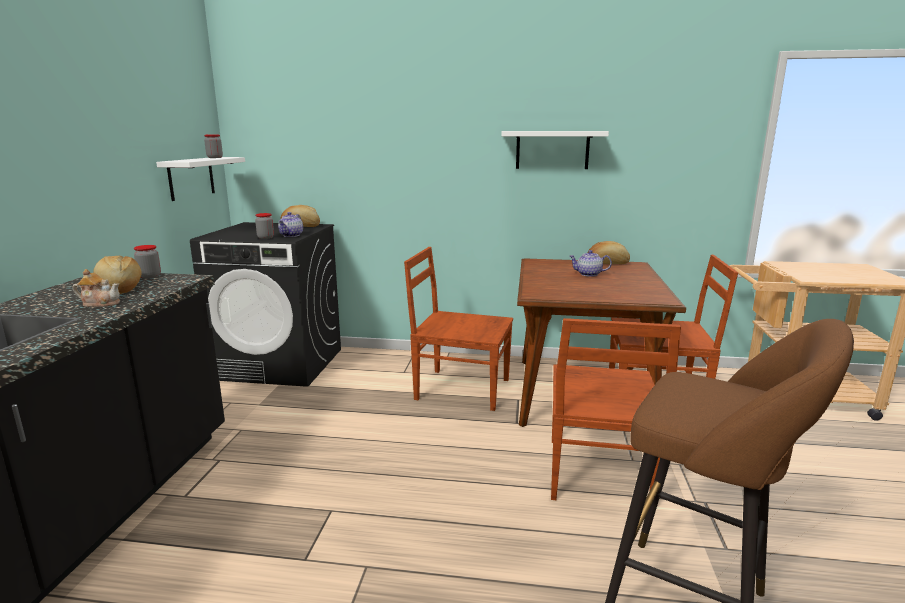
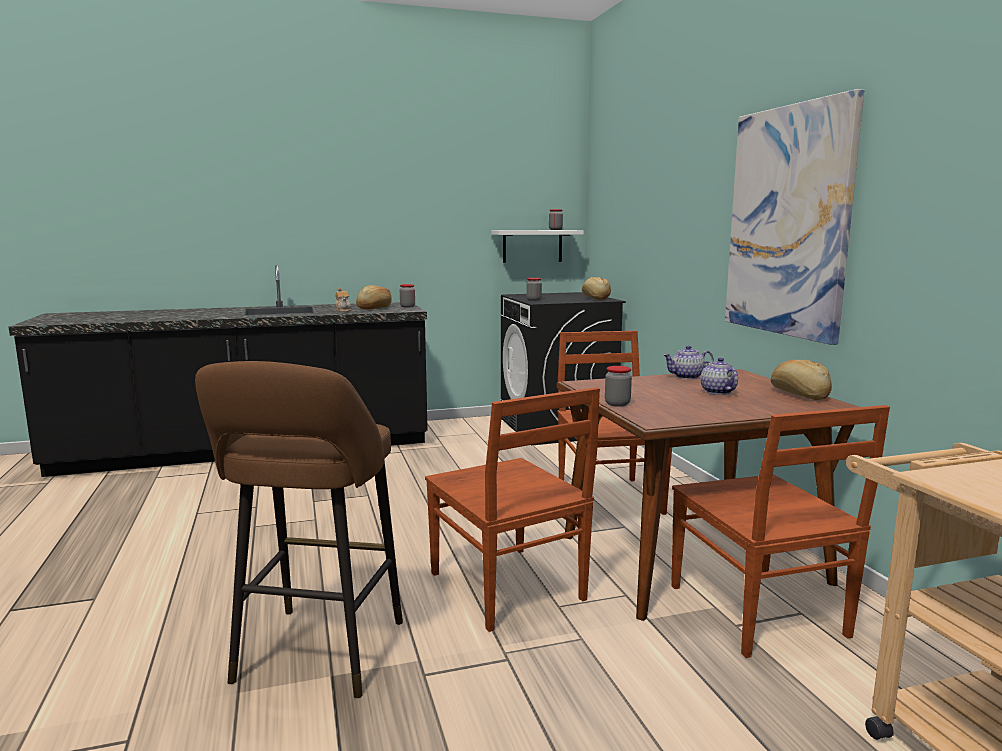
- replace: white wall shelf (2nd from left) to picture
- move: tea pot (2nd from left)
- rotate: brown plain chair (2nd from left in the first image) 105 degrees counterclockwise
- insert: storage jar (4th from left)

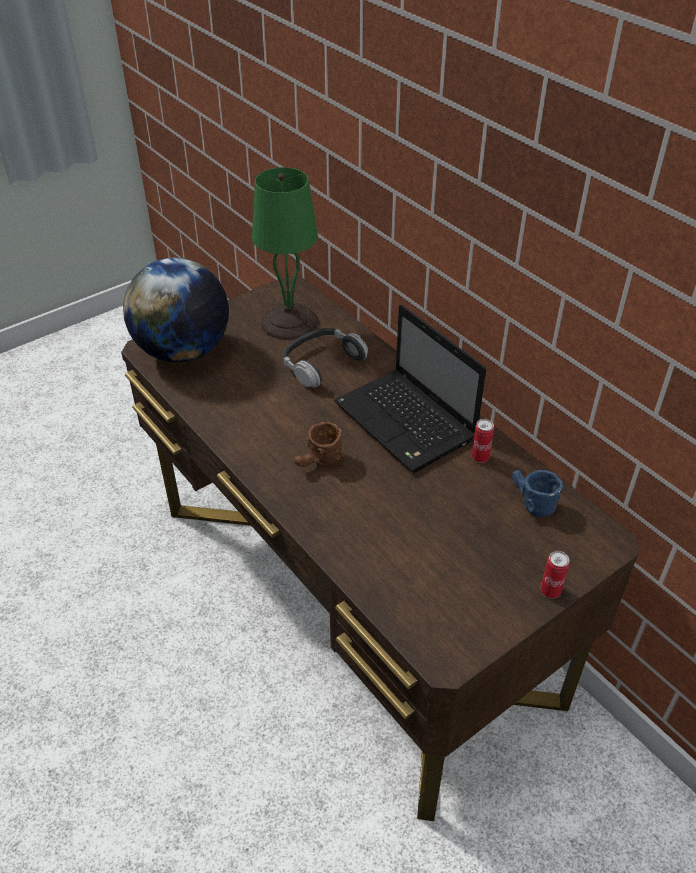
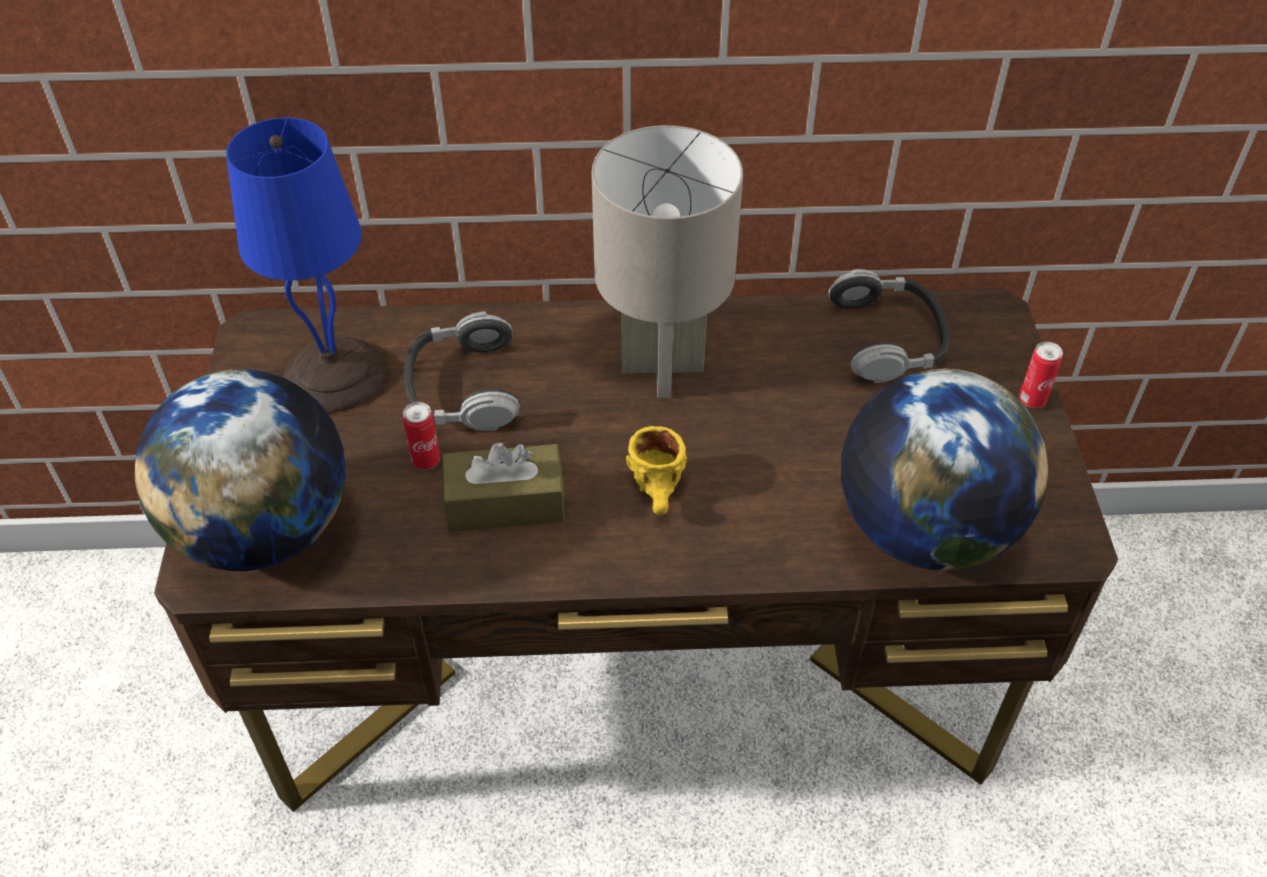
- recolor: greenish tabletop lamp to blue-coloured tabletop lamp
- replace: notebook computer to gray tabletop lamp
- move: can (1st from left)
- recolor: brown coffee mug to yellow-coloured coffee mug
- replace: blue-coloured coffee mug to headphones (2nd from left)
- insert: desk globe (2nd from left)
- insert: brown box of tissues

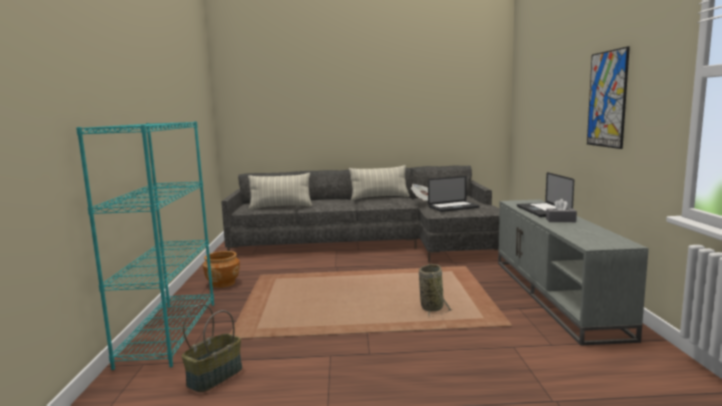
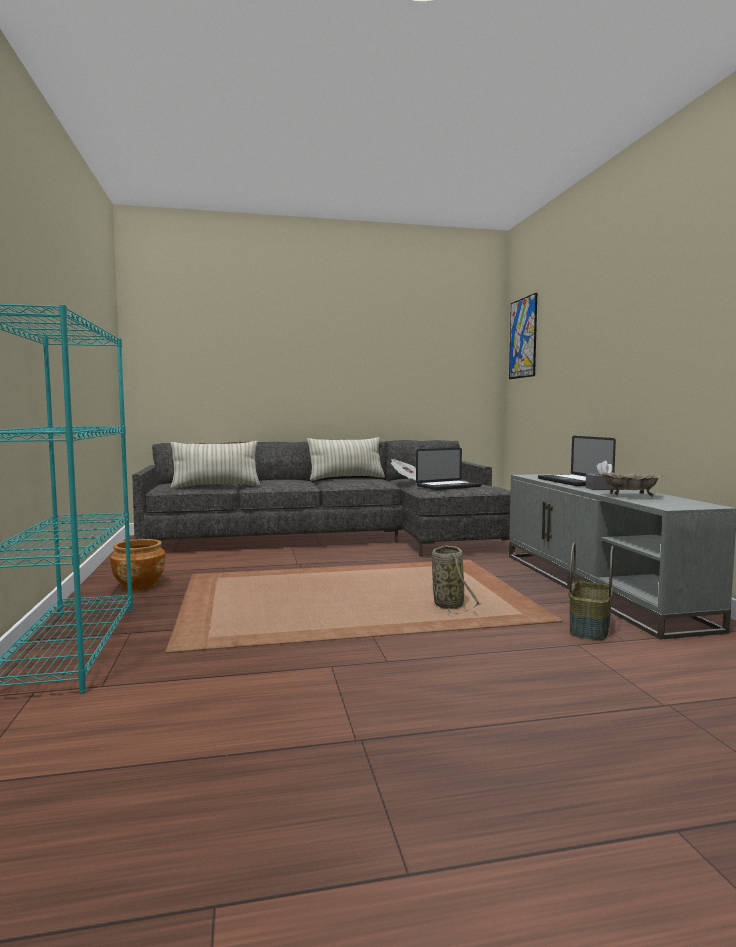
- move: picture
- move: household basket (1st from left in the first image) to household basket (2nd from left)
- insert: beige-coloured bowl

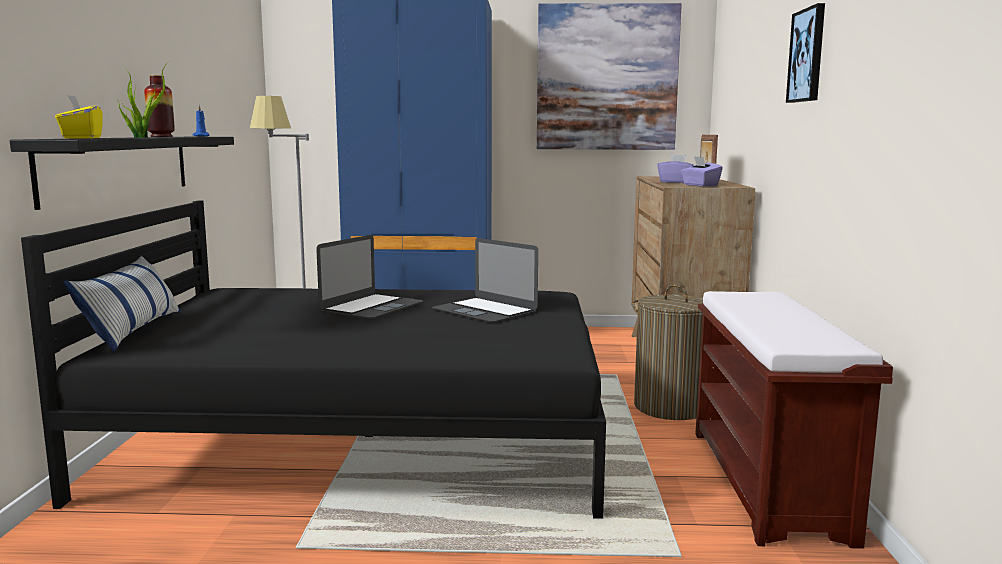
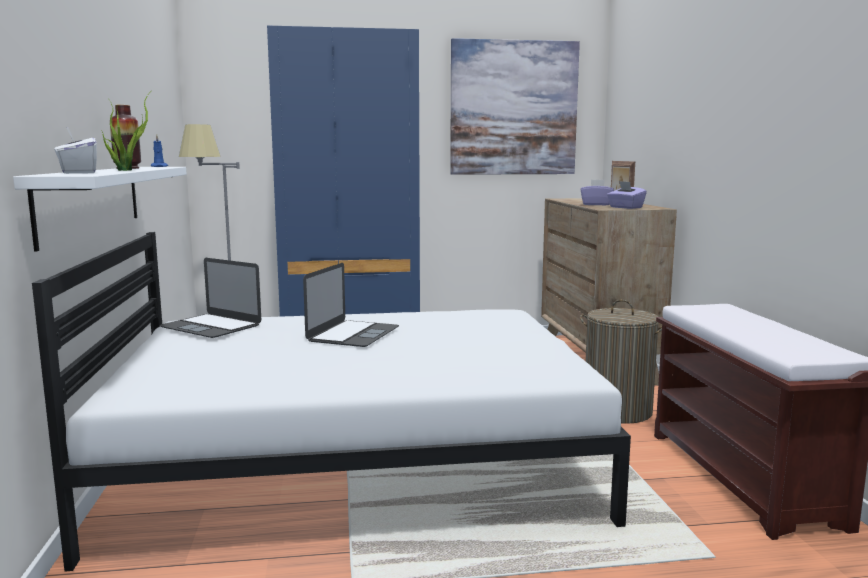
- delete: picture (2nd from left)
- recolor: yellow-coloured box of tissues to white box of tissues
- recolor: black wall shelf to white wall shelf
- recolor: black bedroom bed to white bedroom bed
- move: notebook computer (2nd from left in the first image) to notebook computer (1st from left)
- delete: cushion

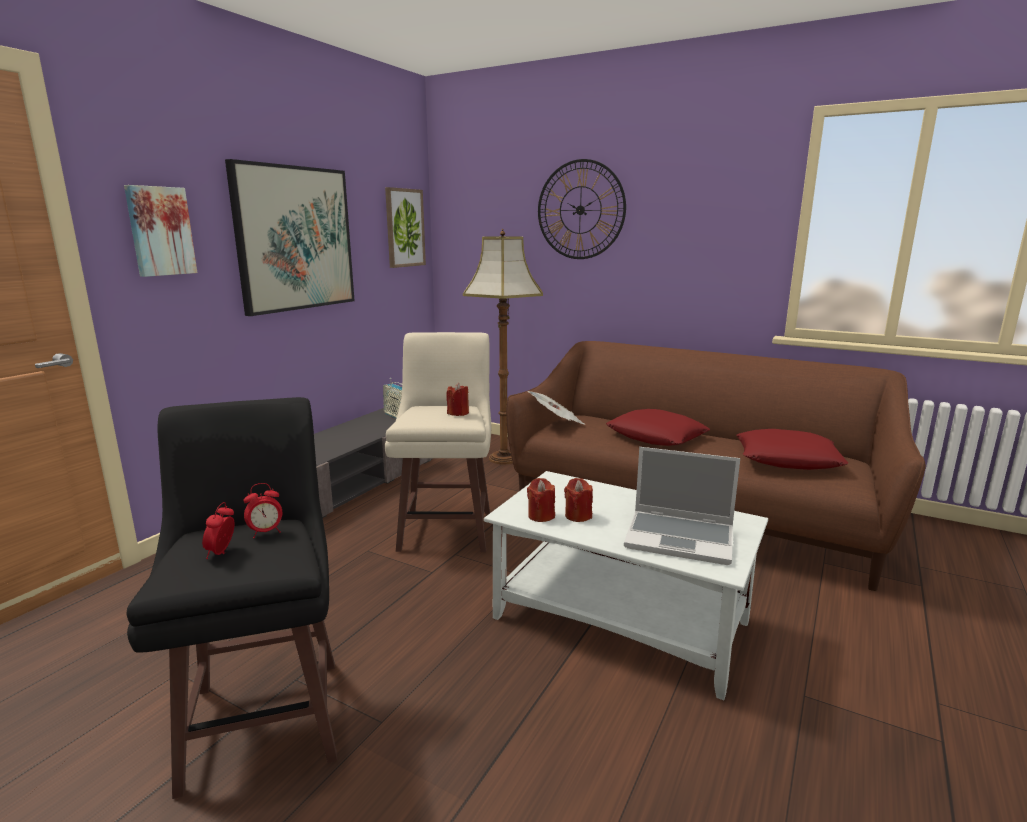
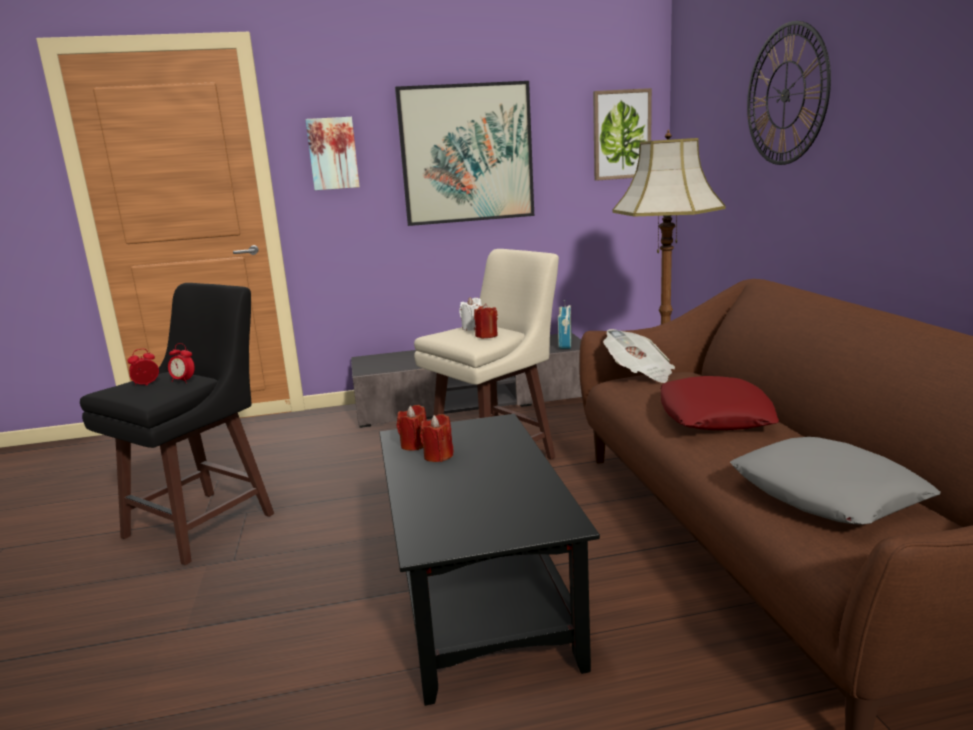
- recolor: red cushion (2nd from left) to gray cushion
- delete: notebook computer
- recolor: white low table to black low table
- insert: white candle

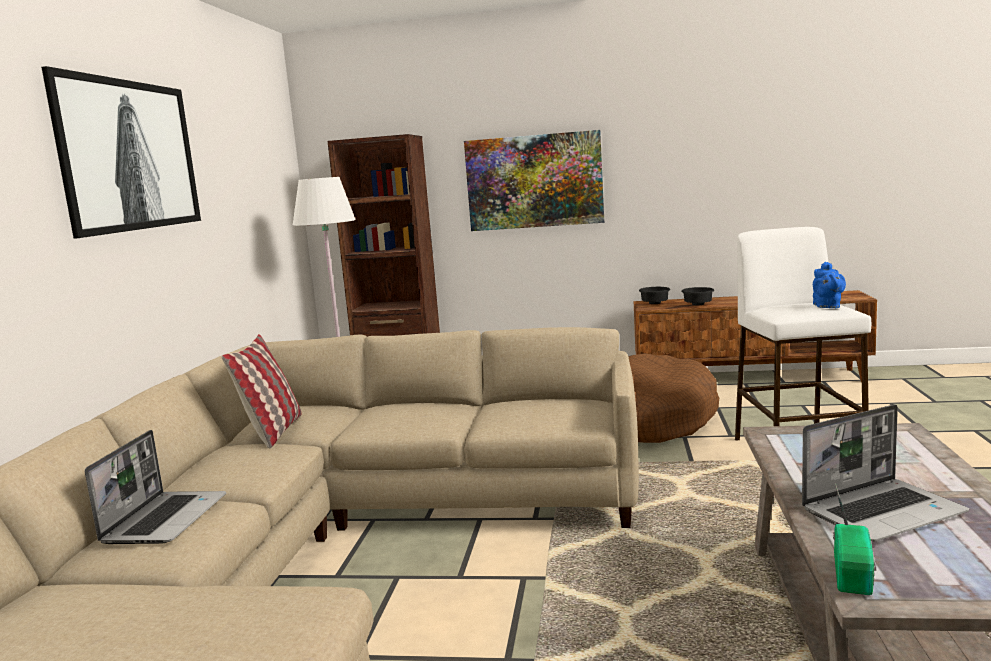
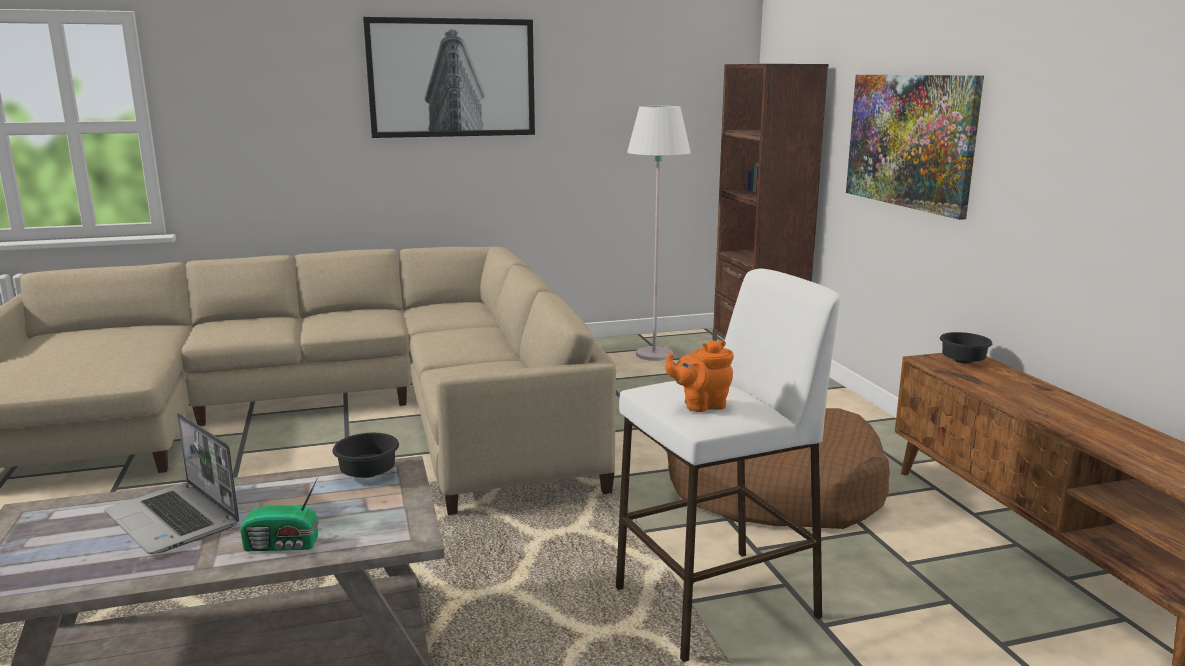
- recolor: blue-coloured tea pot to orangey tea pot
- move: black bowl (2nd from left in the first image) to black bowl (1st from left)
- delete: cushion
- delete: notebook computer (1st from left)
- move: radio receiver

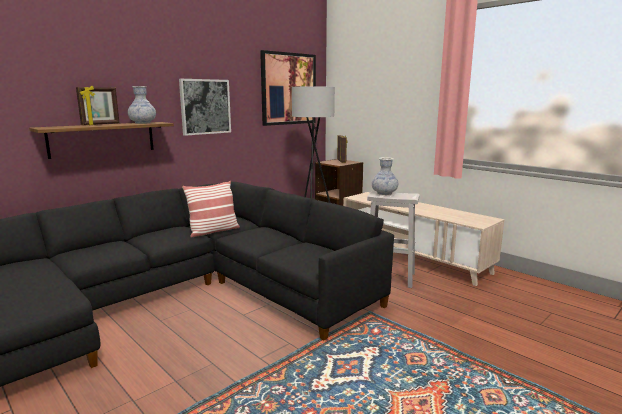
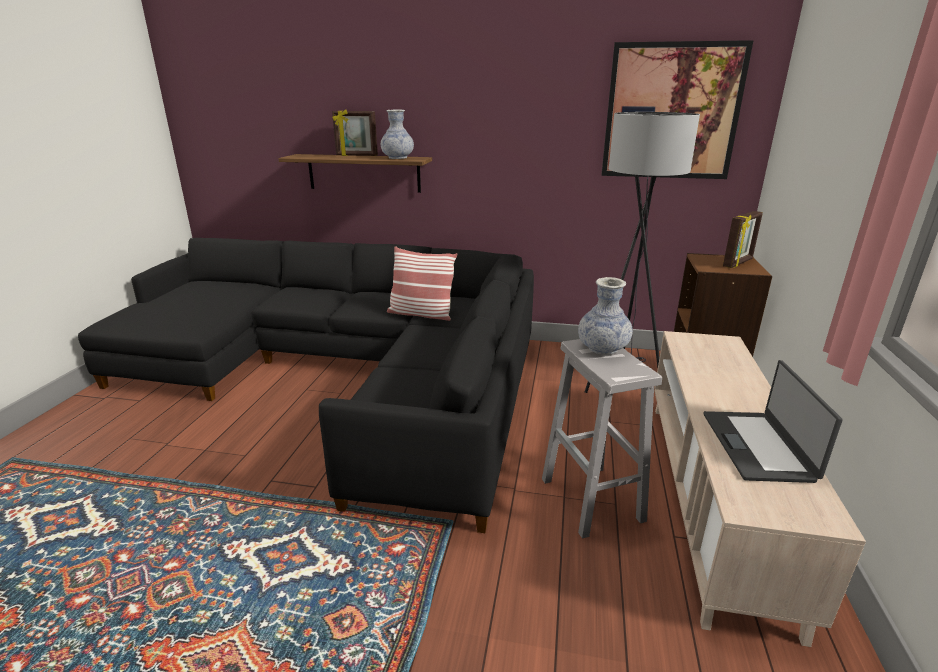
- delete: picture (1st from left)
- insert: notebook computer

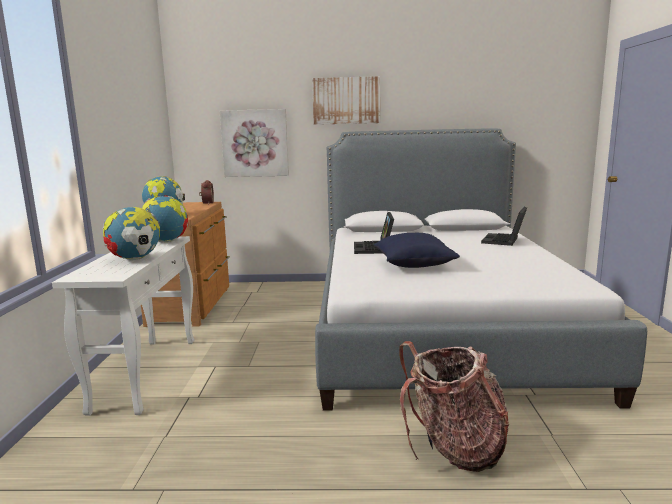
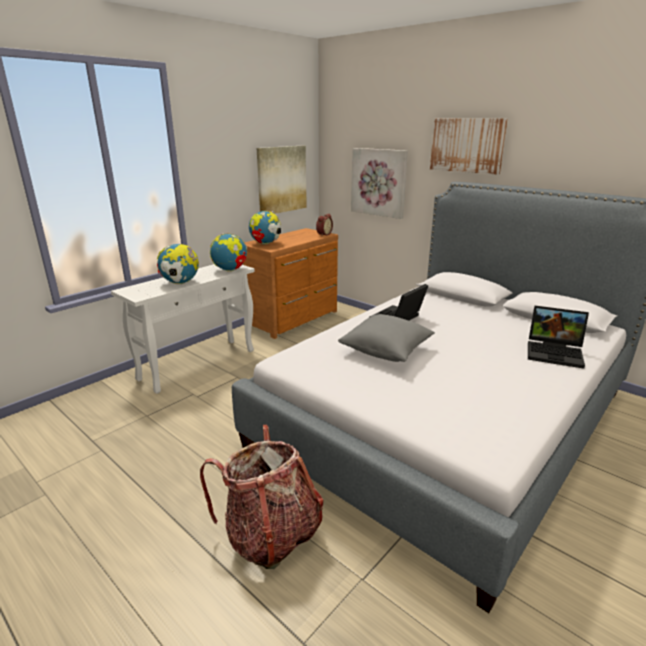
- rotate: notebook computer (2nd from left) 135 degrees counterclockwise
- recolor: blue-coloured cushion to gray cushion
- insert: picture (1st from left)

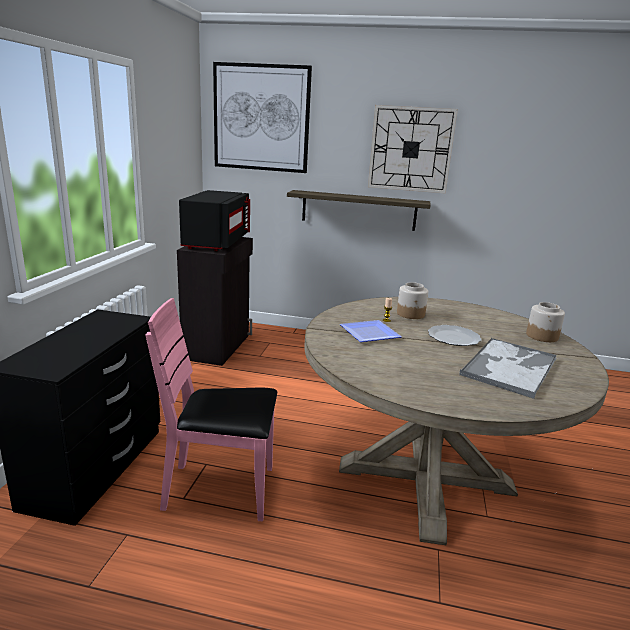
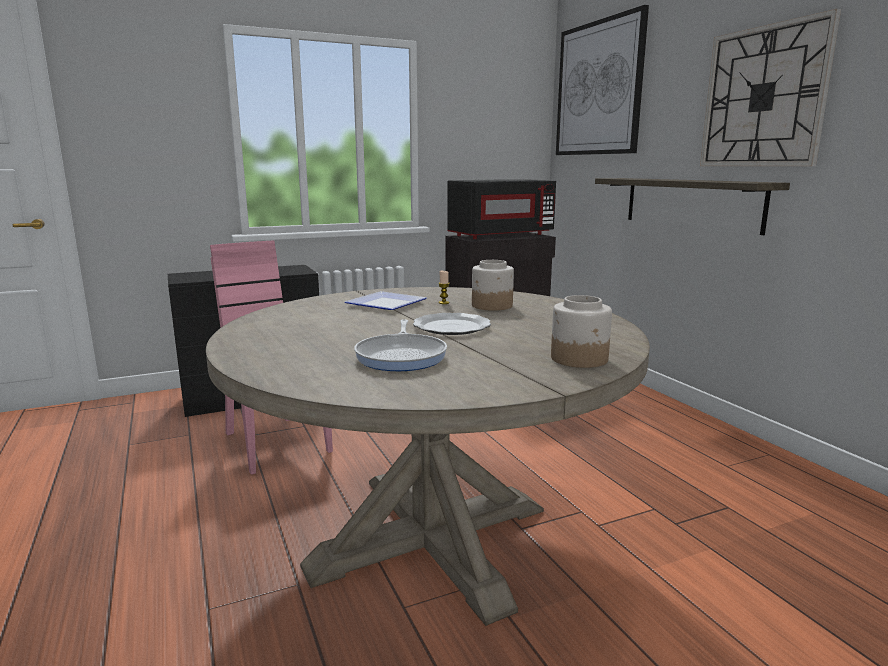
- replace: tray to frying pan

